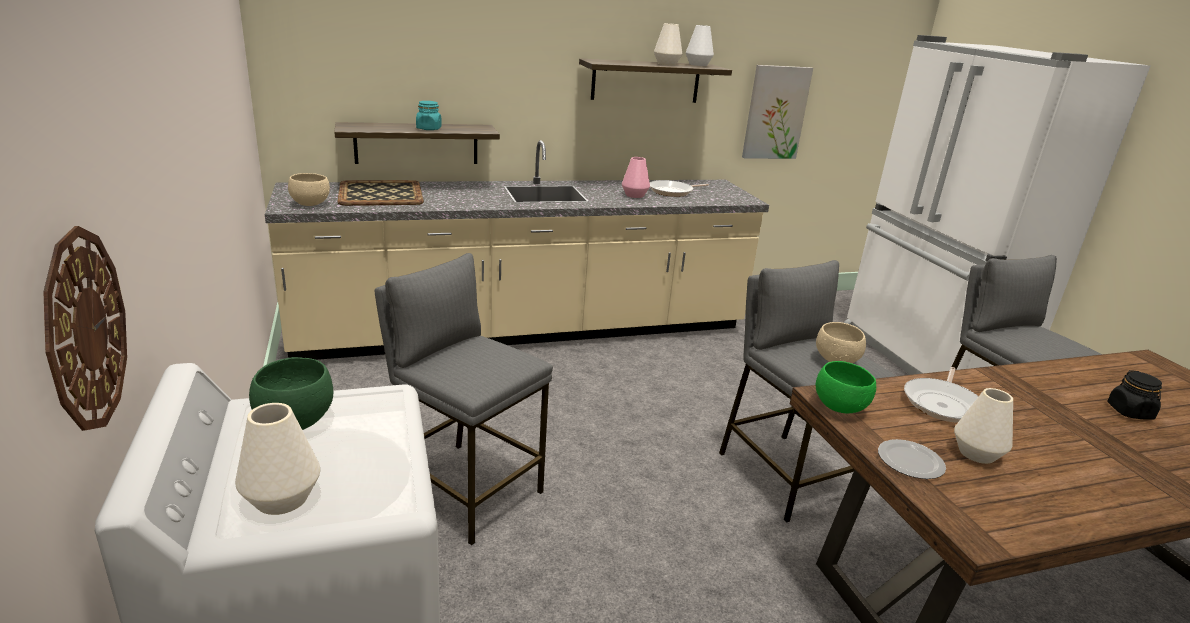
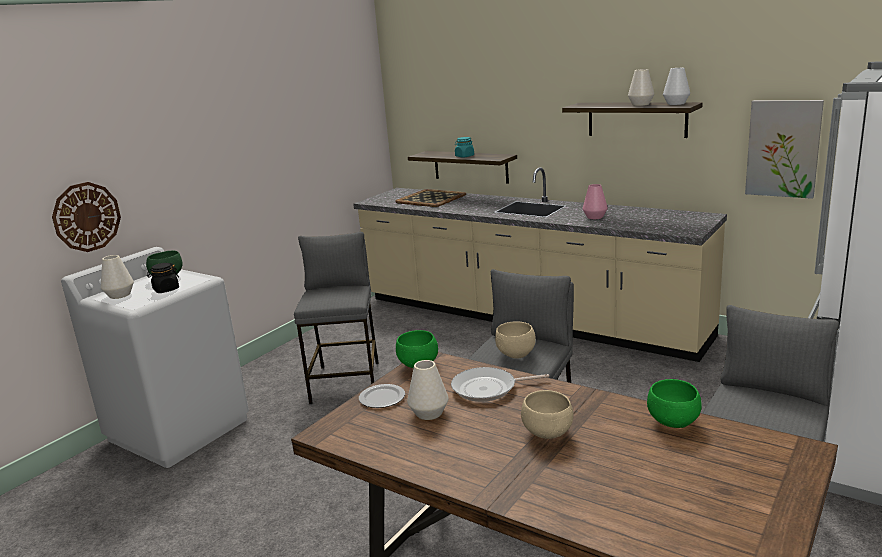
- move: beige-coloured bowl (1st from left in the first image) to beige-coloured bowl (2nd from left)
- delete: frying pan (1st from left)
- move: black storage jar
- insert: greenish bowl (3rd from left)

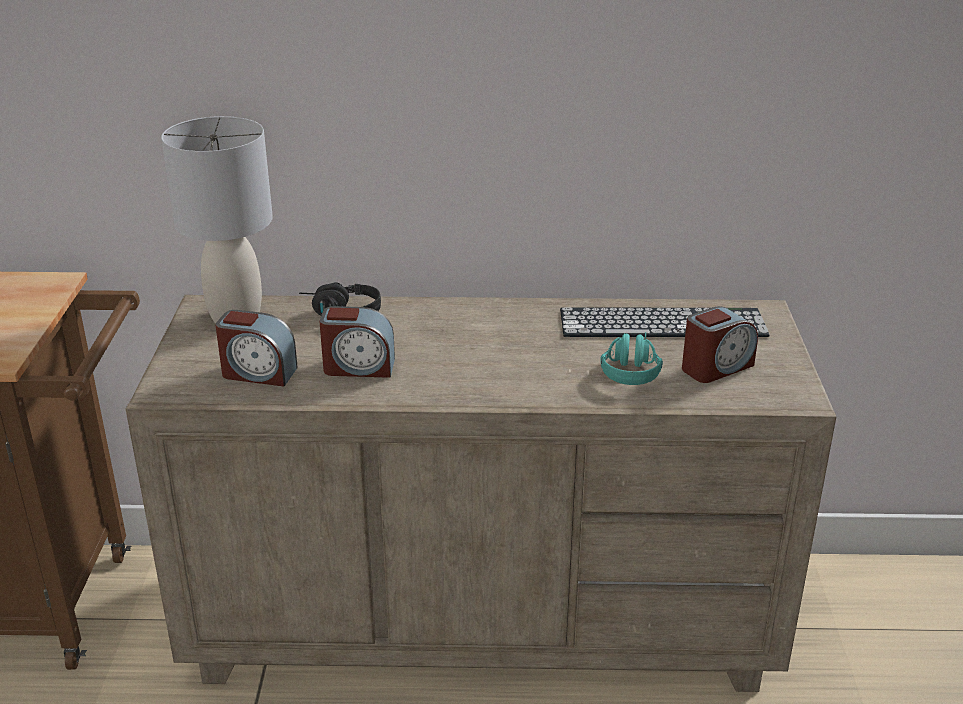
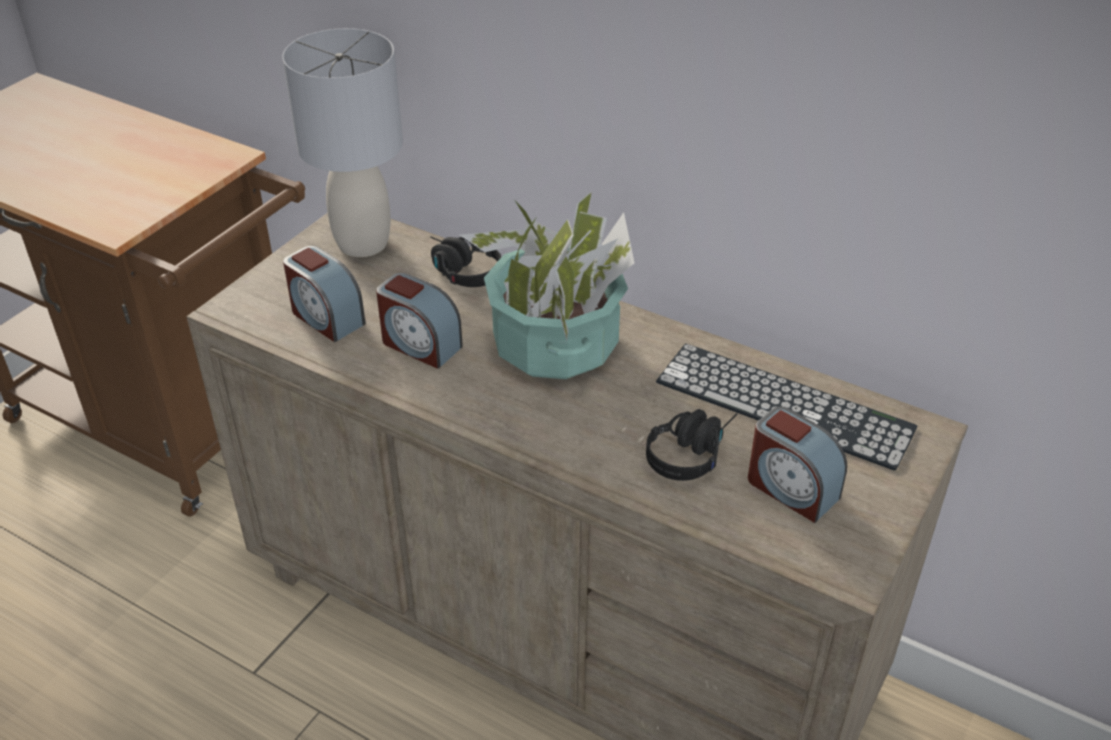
- rotate: bedside clock (3rd from left) 45 degrees clockwise
- recolor: blue-green headphones to black headphones (2nd from left)
- insert: houseplant

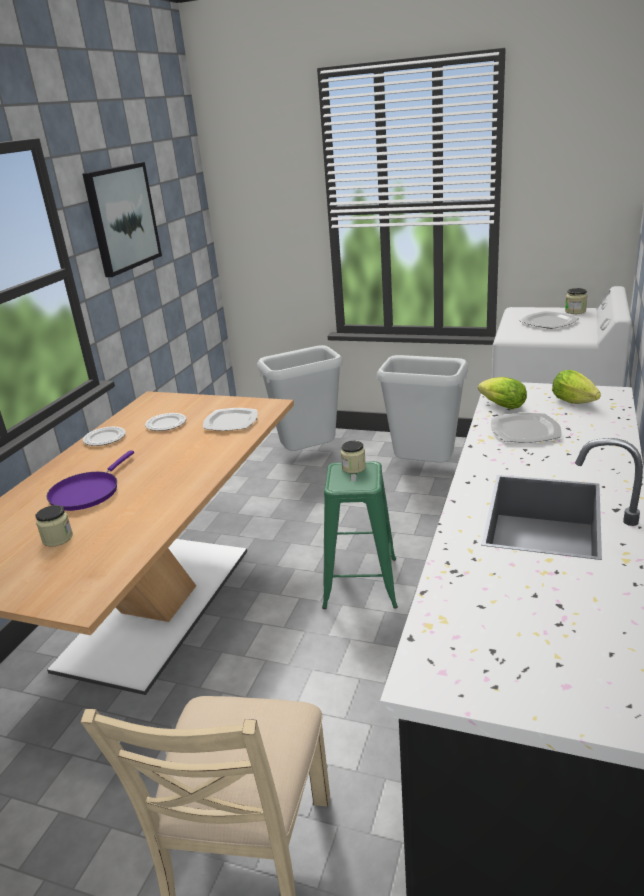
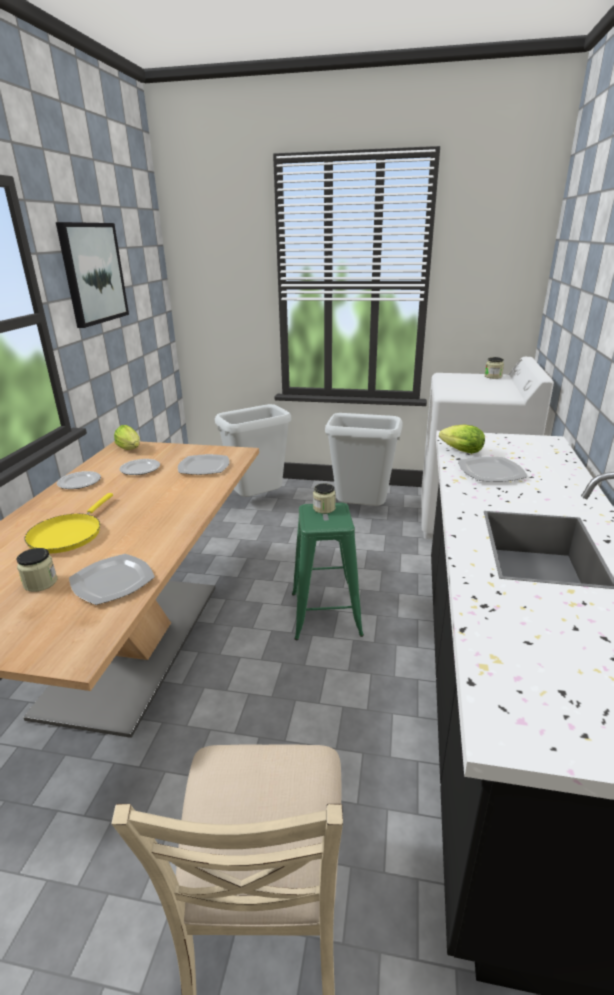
- move: dinner plate (5th from left in the first image) to dinner plate (2nd from left)
- move: lettuce (2nd from left in the first image) to lettuce (1st from left)
- recolor: purple-coloured frying pan to yellow-coloured frying pan

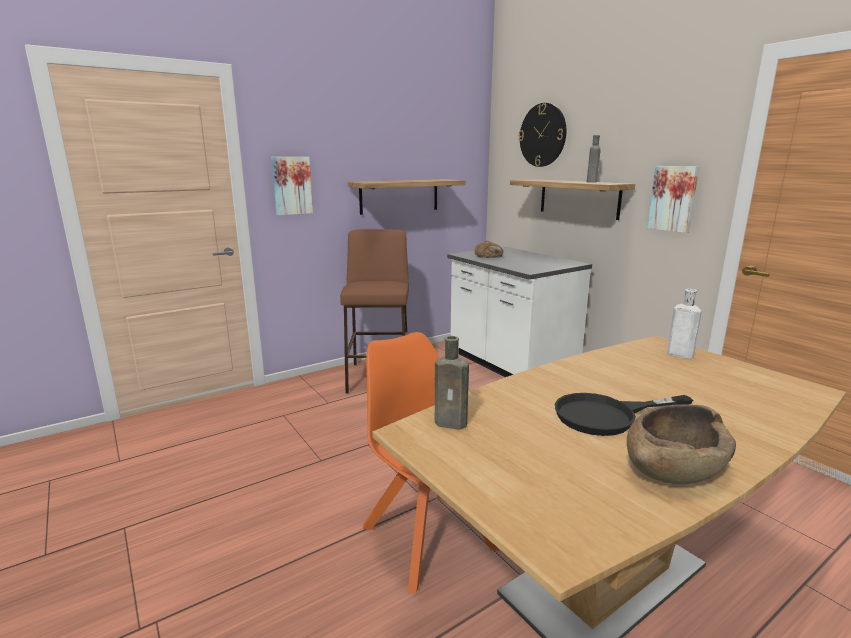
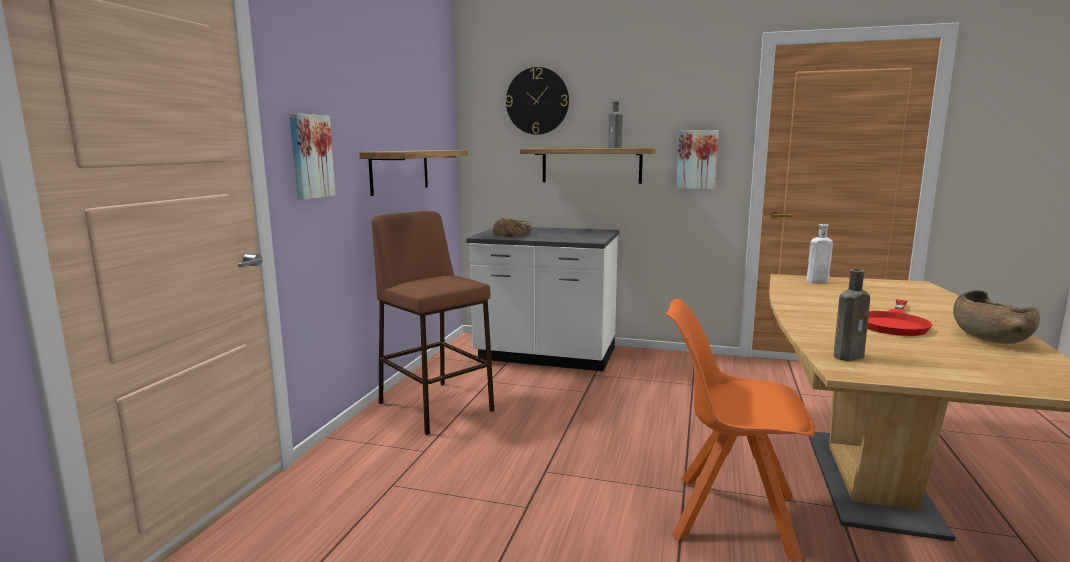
- recolor: black frying pan to red frying pan

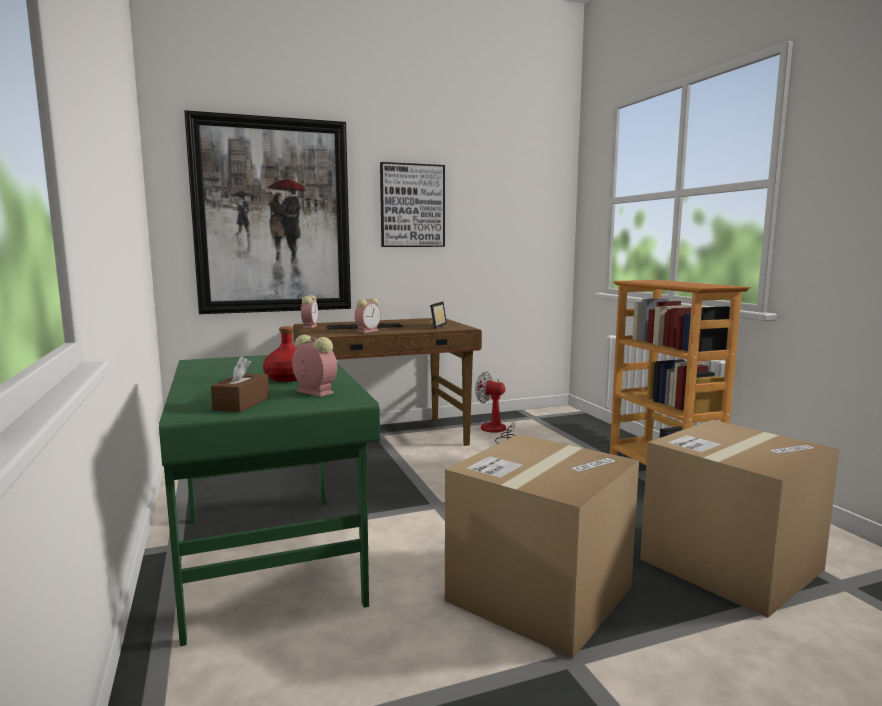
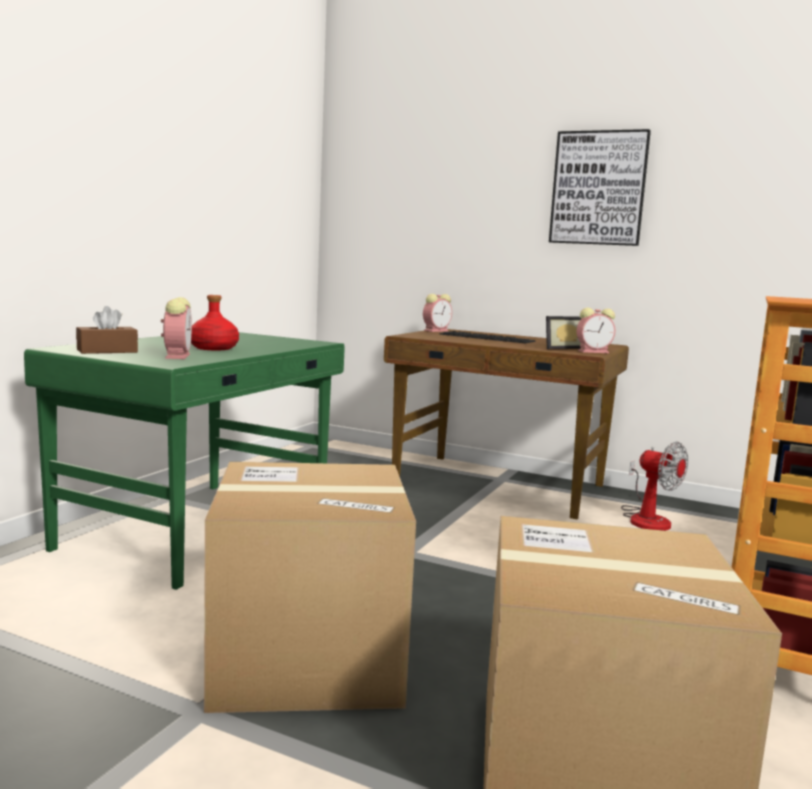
- delete: picture (1st from left)
- move: bedside clock (3rd from left)
- rotate: electric fan 150 degrees clockwise

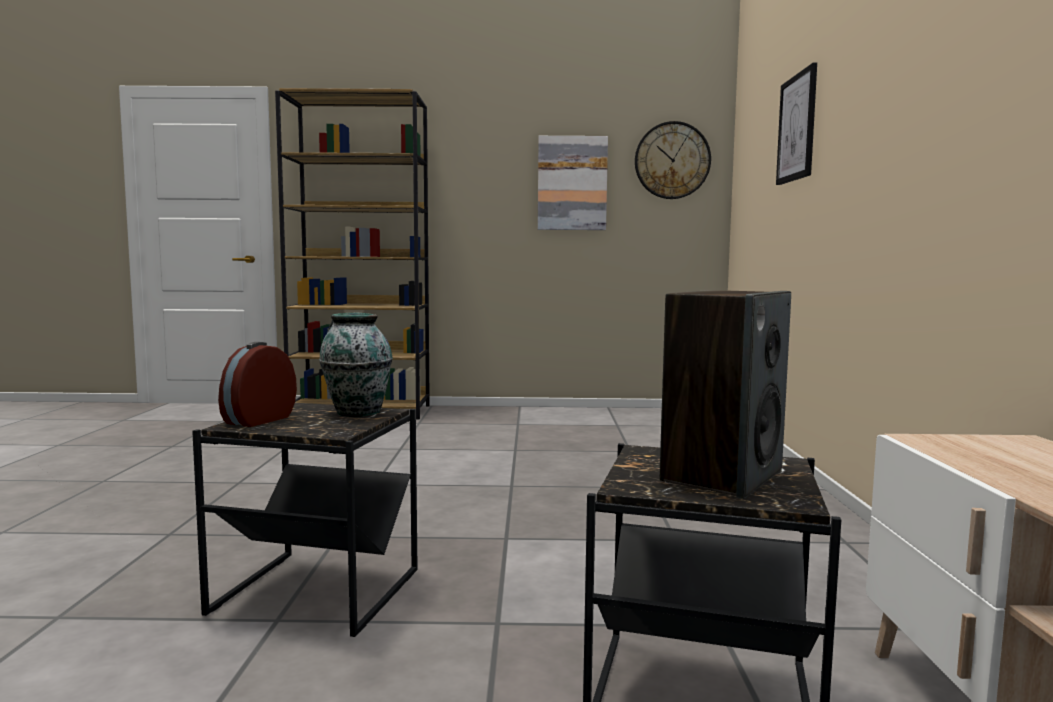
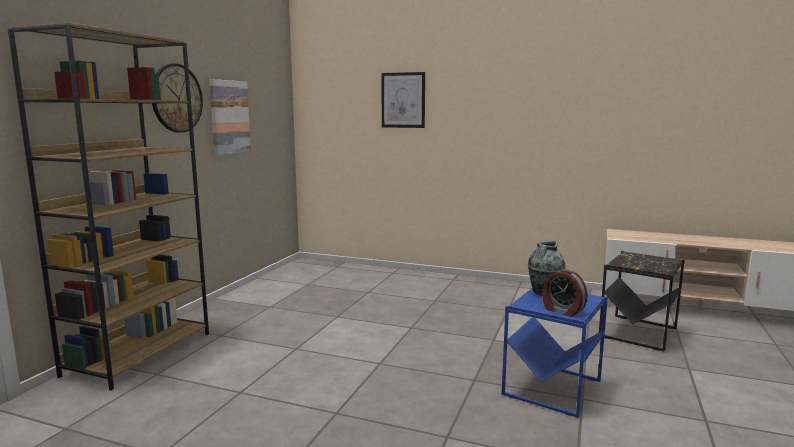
- move: wall clock
- delete: audio speaker
- recolor: black side table (1st from left) to blue-coloured side table

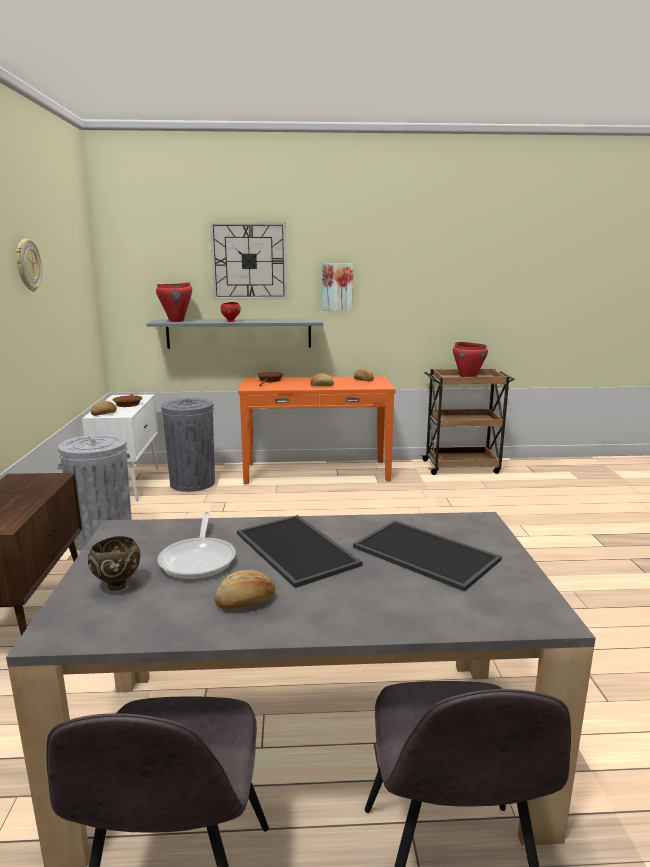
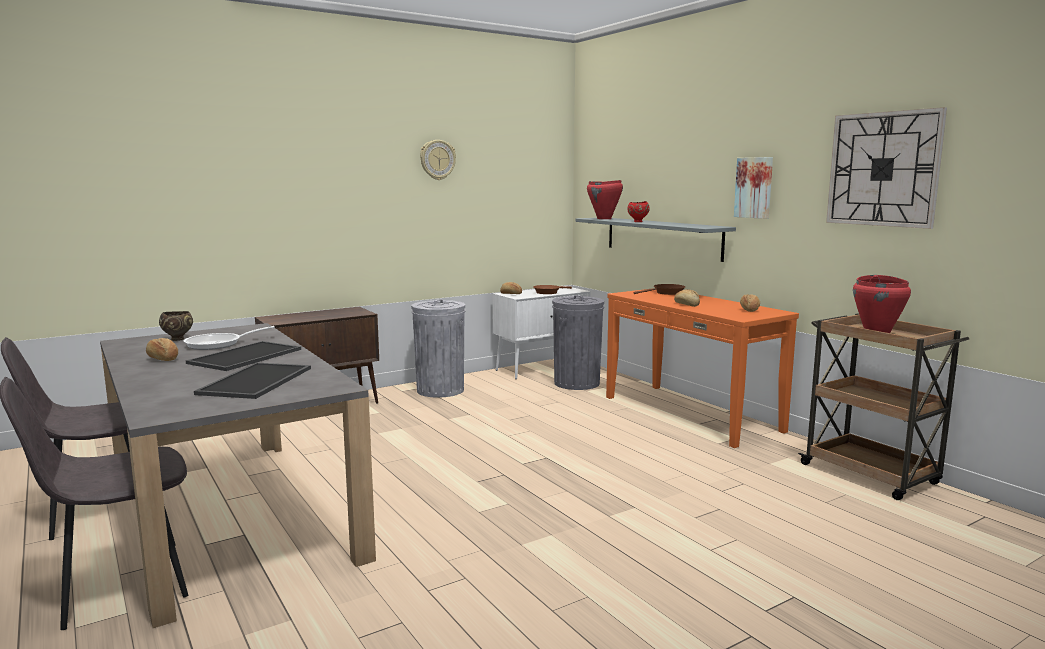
- move: wall clock (2nd from left)

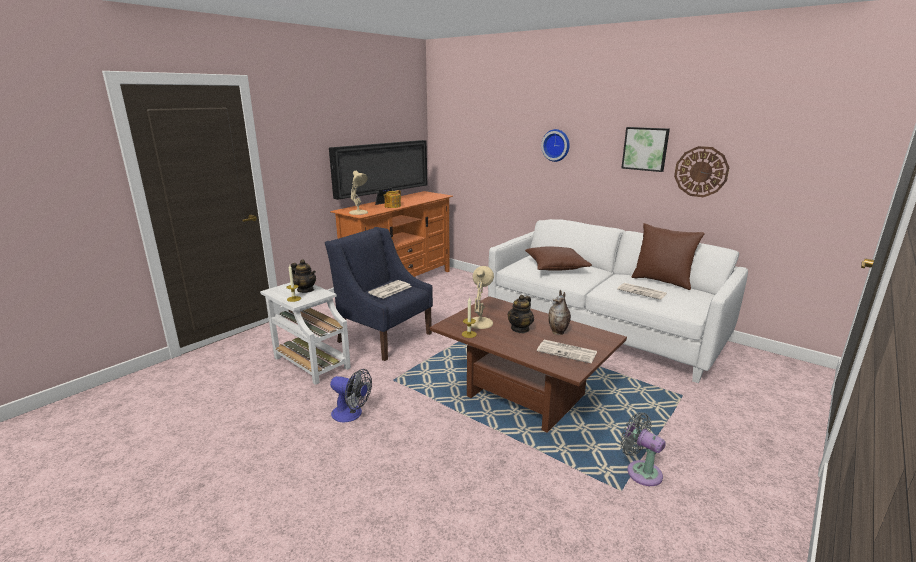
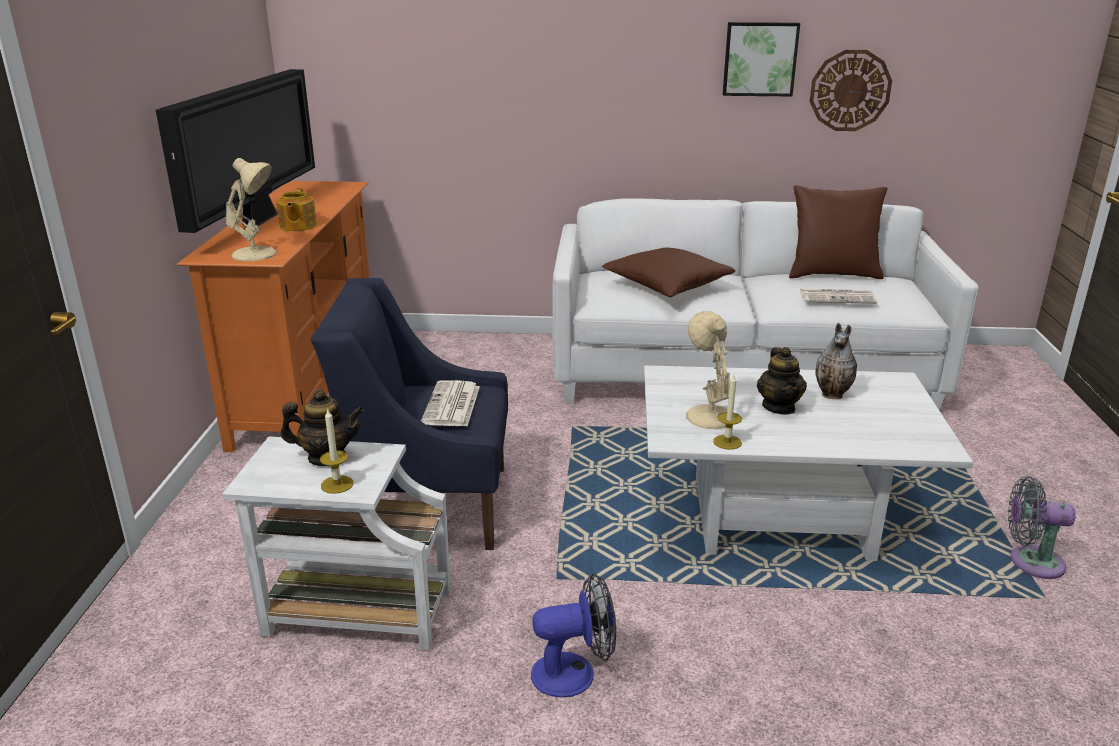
- delete: wall clock (1st from left)
- recolor: brown low table to white low table
- delete: daily paper (2nd from left)

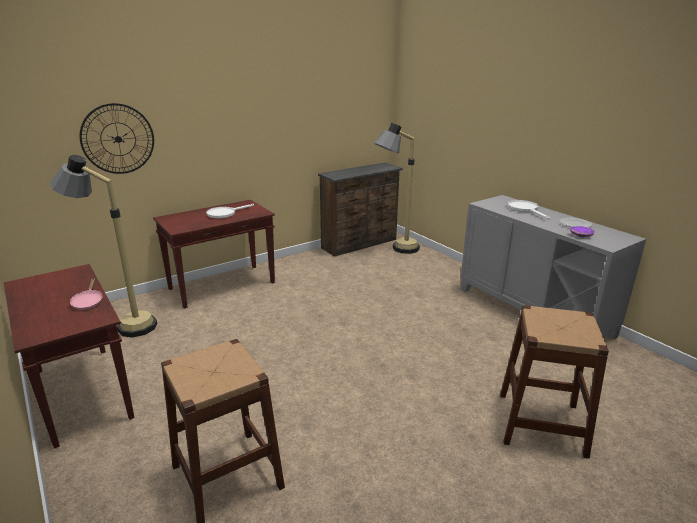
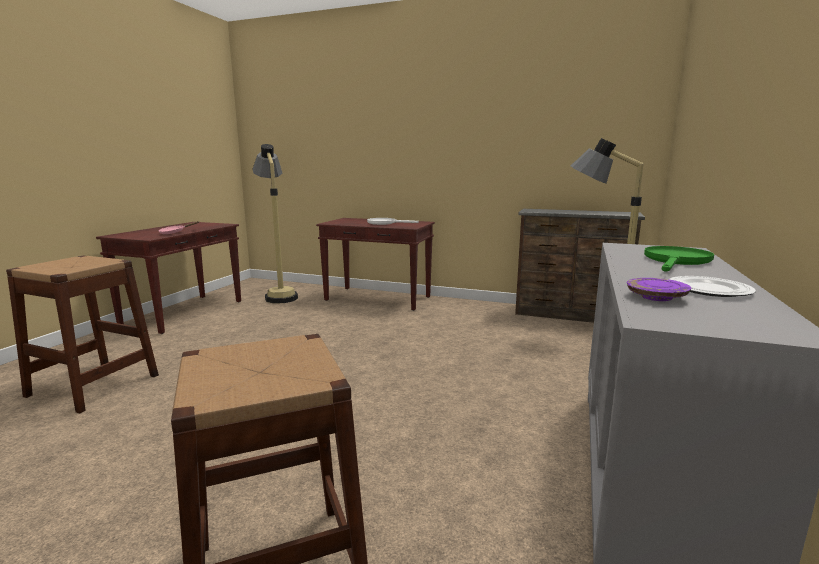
- delete: wall clock
- recolor: white frying pan (2nd from left) to greenish frying pan

